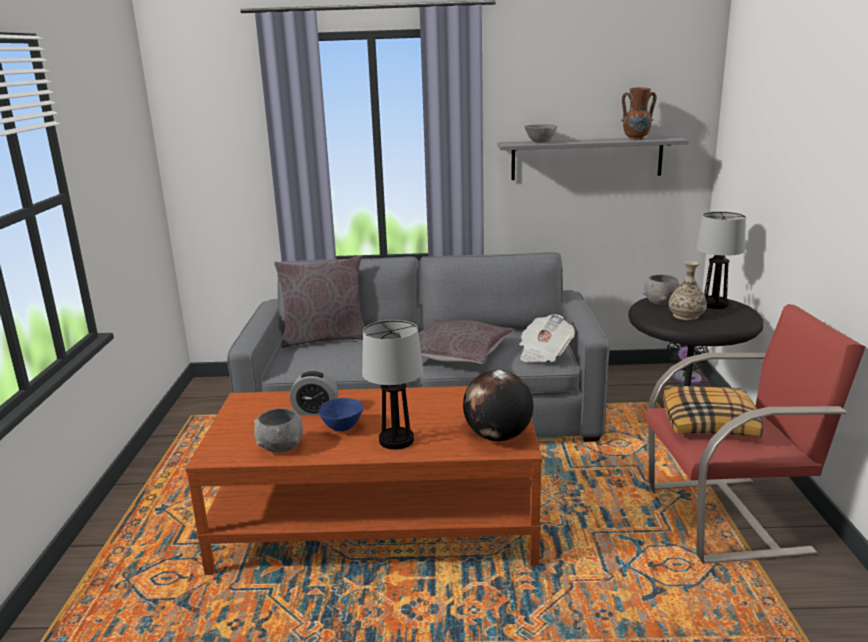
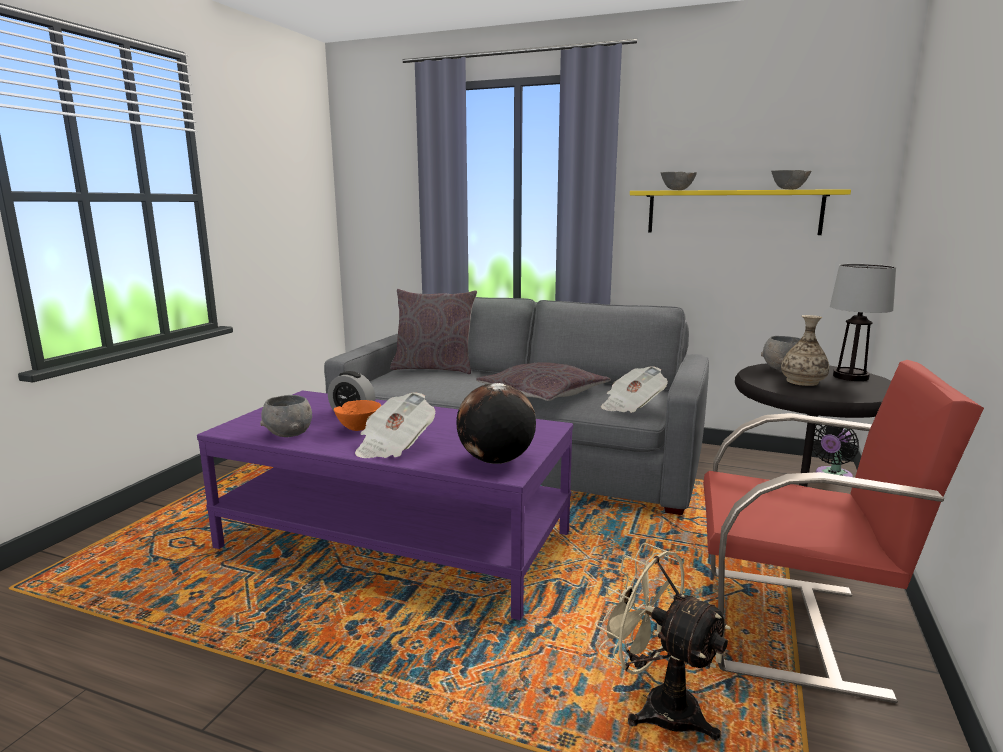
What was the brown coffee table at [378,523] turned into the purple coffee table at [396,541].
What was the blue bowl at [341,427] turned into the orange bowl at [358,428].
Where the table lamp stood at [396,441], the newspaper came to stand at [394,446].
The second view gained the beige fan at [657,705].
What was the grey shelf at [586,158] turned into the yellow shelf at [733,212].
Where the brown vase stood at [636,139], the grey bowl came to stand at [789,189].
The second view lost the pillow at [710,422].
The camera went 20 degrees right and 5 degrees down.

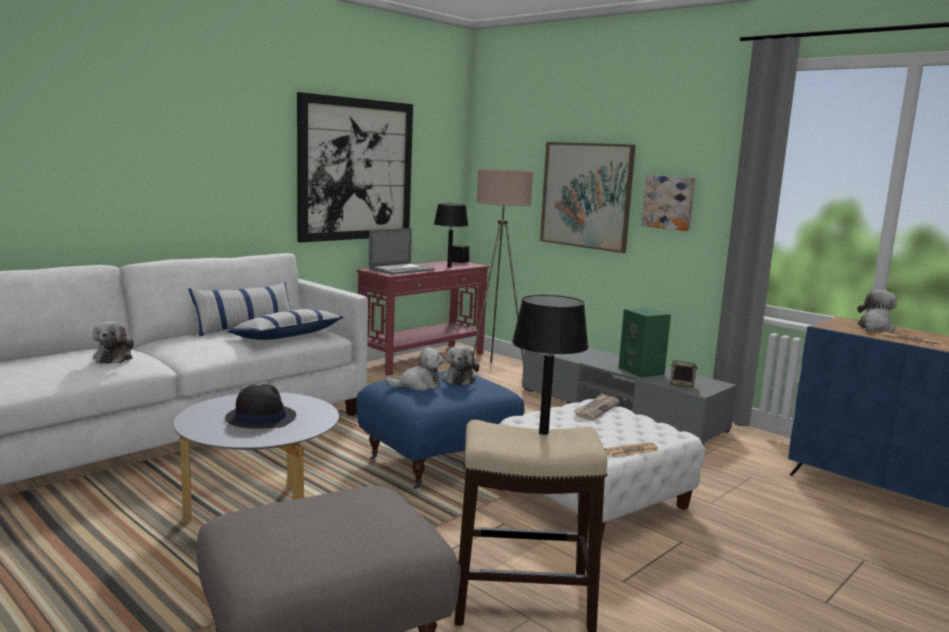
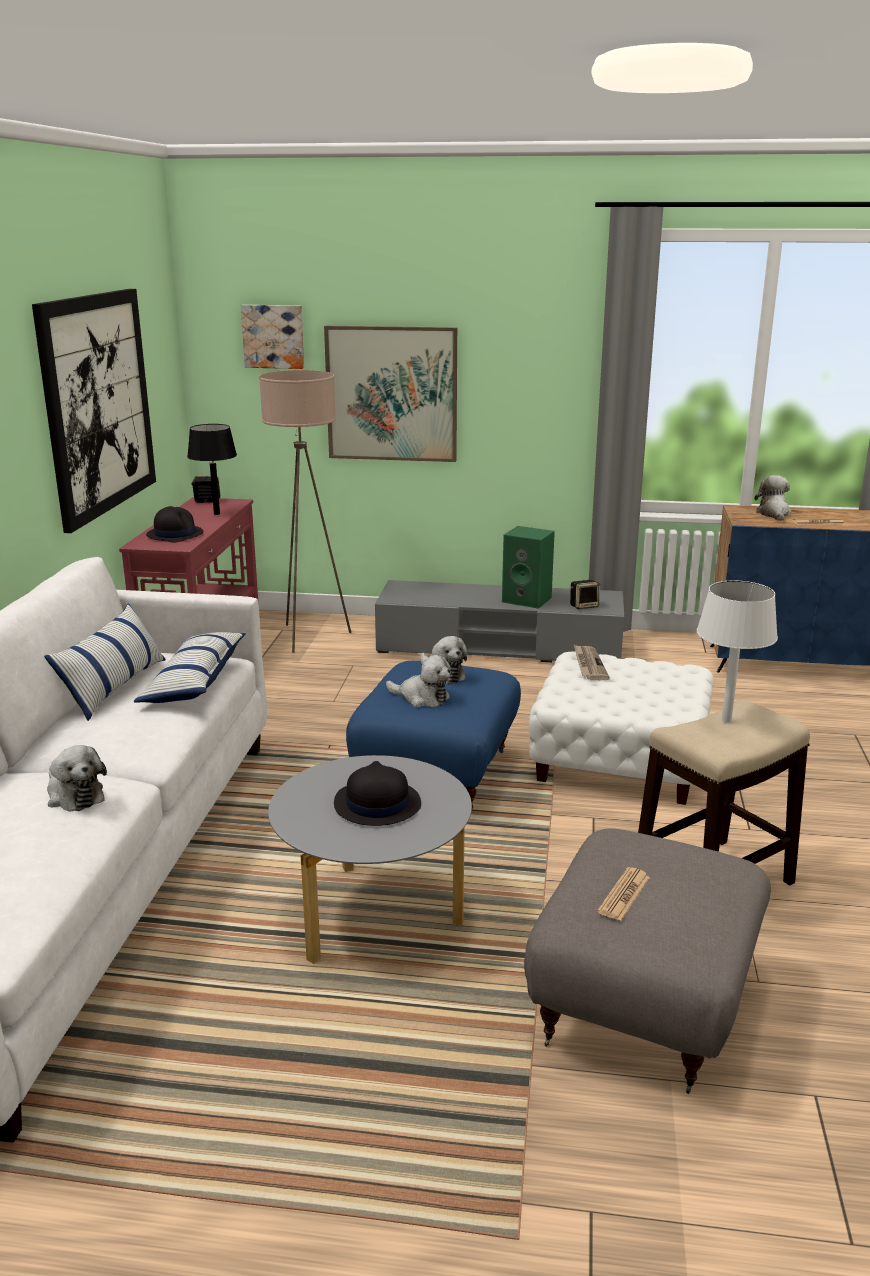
Where the laptop stood at [401,269], the black hat came to stand at [175,534].
The picture ended up elsewhere, having gone from [669,202] to [273,336].
The plush toy at [418,385] ended up facing another way, 75 degrees clockwise from before.
The newspaper ended up elsewhere, having gone from [631,450] to [624,895].
What was the black table lamp at [543,433] turned into the white table lamp at [726,720].
The camera went 35 degrees left and 10 degrees up.

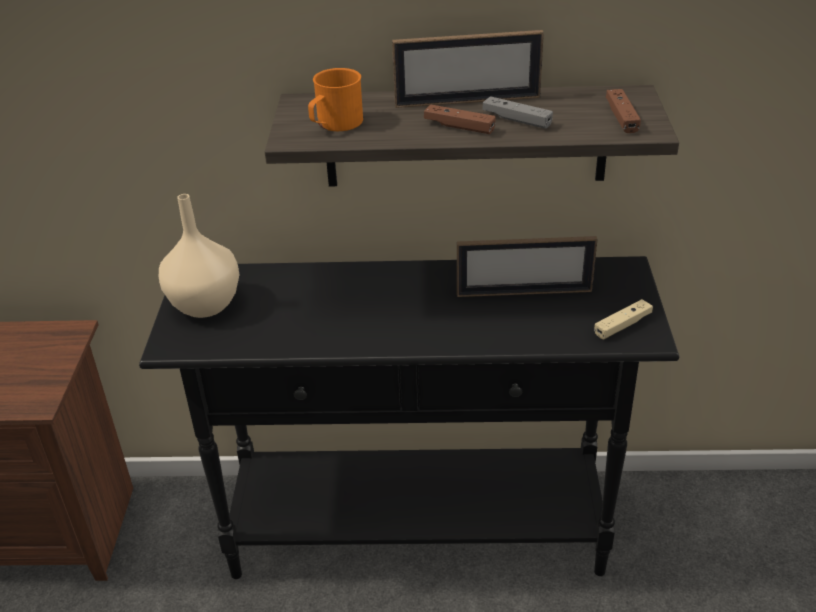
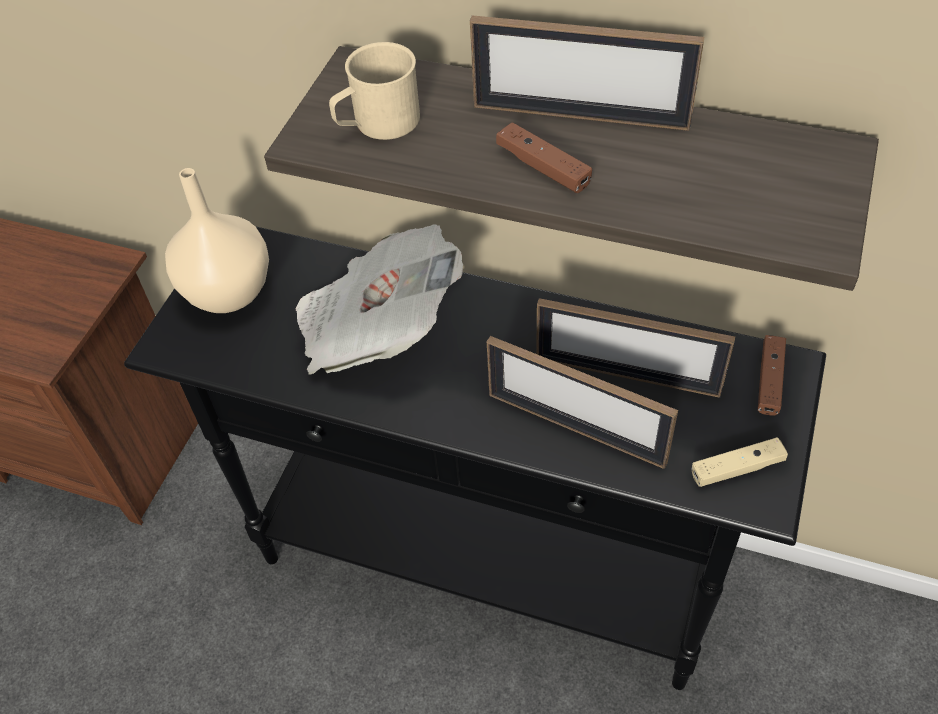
The second view gained the newspaper at [377,329].
What was the orange mug at [335,124] turned into the beige mug at [377,124].
The second view gained the picture frame at [575,428].
The brown game controller ended up elsewhere, having gone from [621,118] to [769,380].
The second view lost the grey game controller at [516,120].
The camera went 20 degrees right and 15 degrees up.

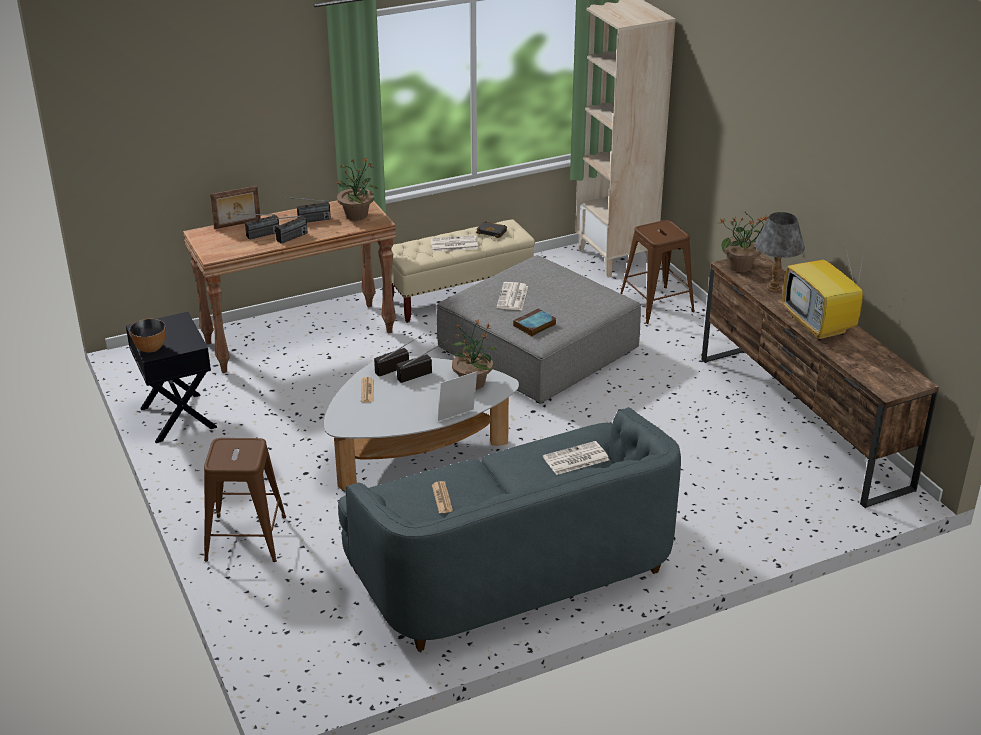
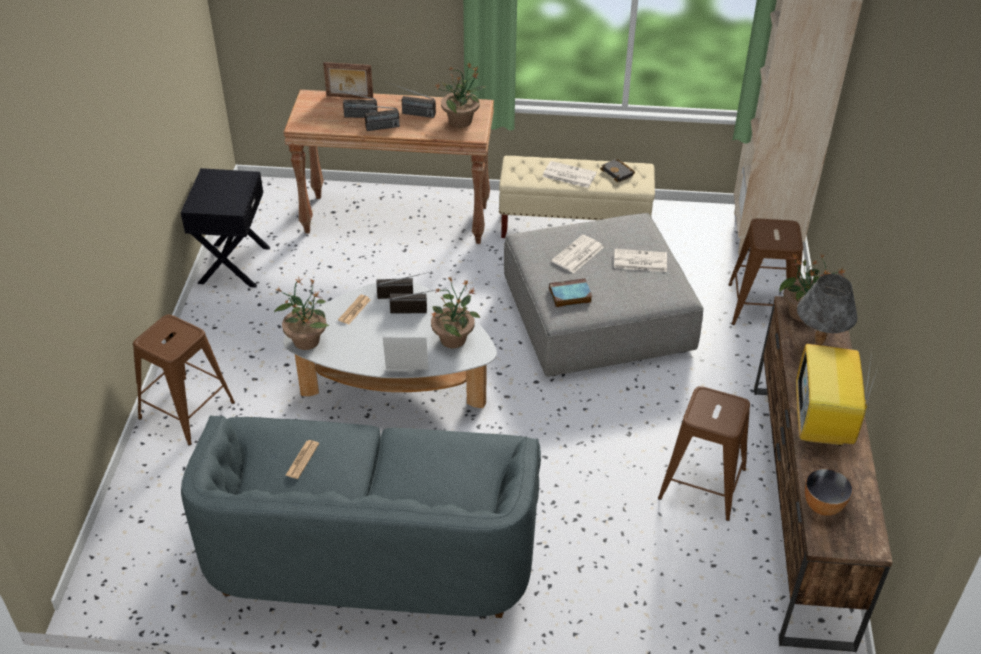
The second view gained the potted plant at [306,340].
The newspaper ended up elsewhere, having gone from [575,459] to [639,261].
The second view gained the brown stool at [702,483].
The bowl ended up elsewhere, having gone from [150,348] to [822,506].
The camera went 30 degrees right and 10 degrees up.

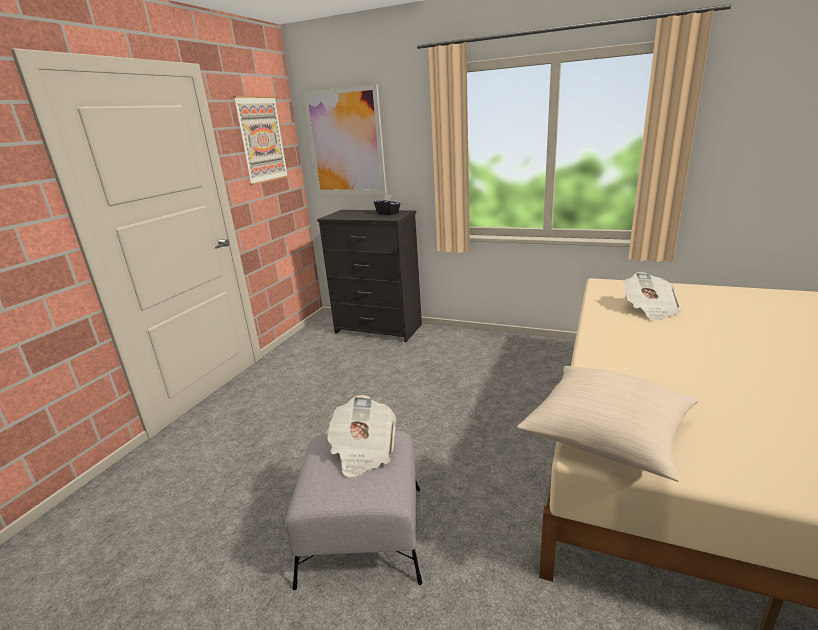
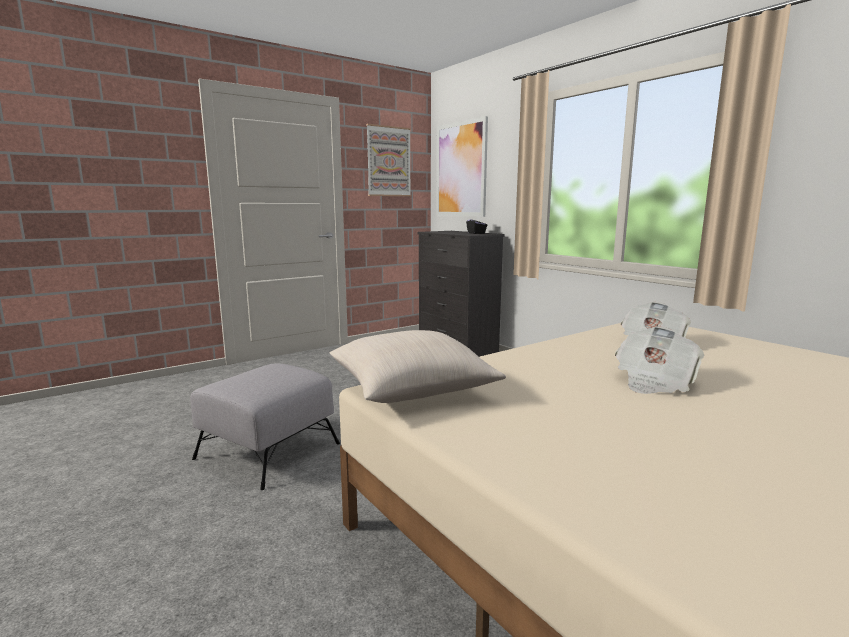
The newspaper ended up elsewhere, having gone from [363,451] to [654,381].
The camera went 30 degrees right and 10 degrees down.

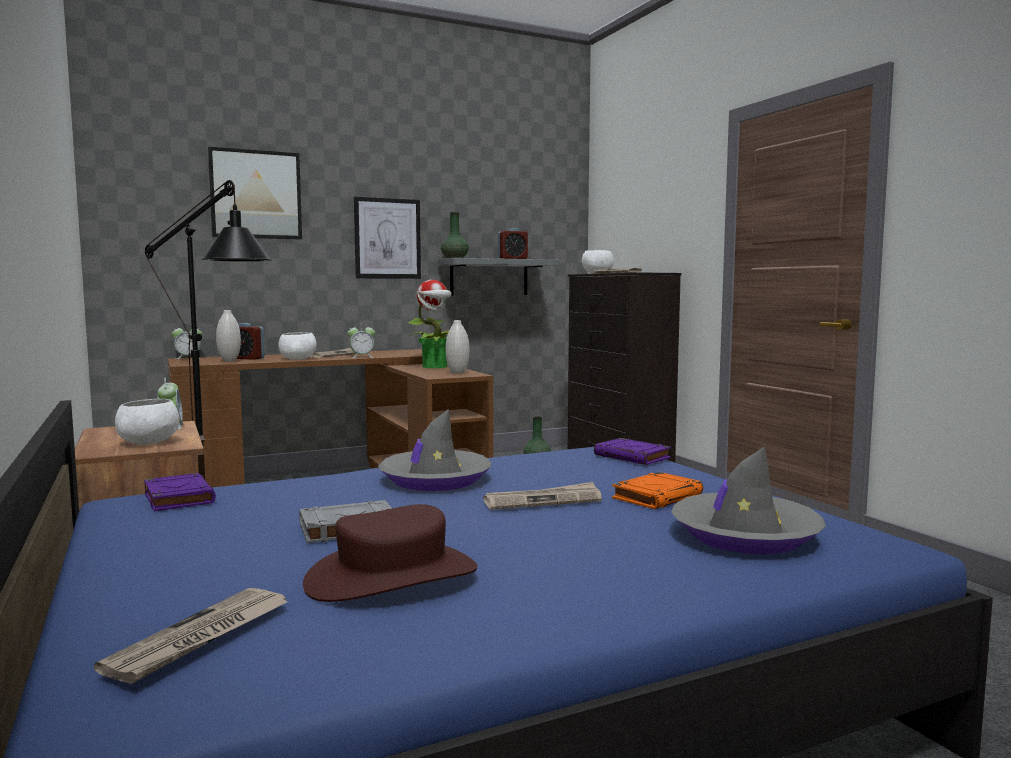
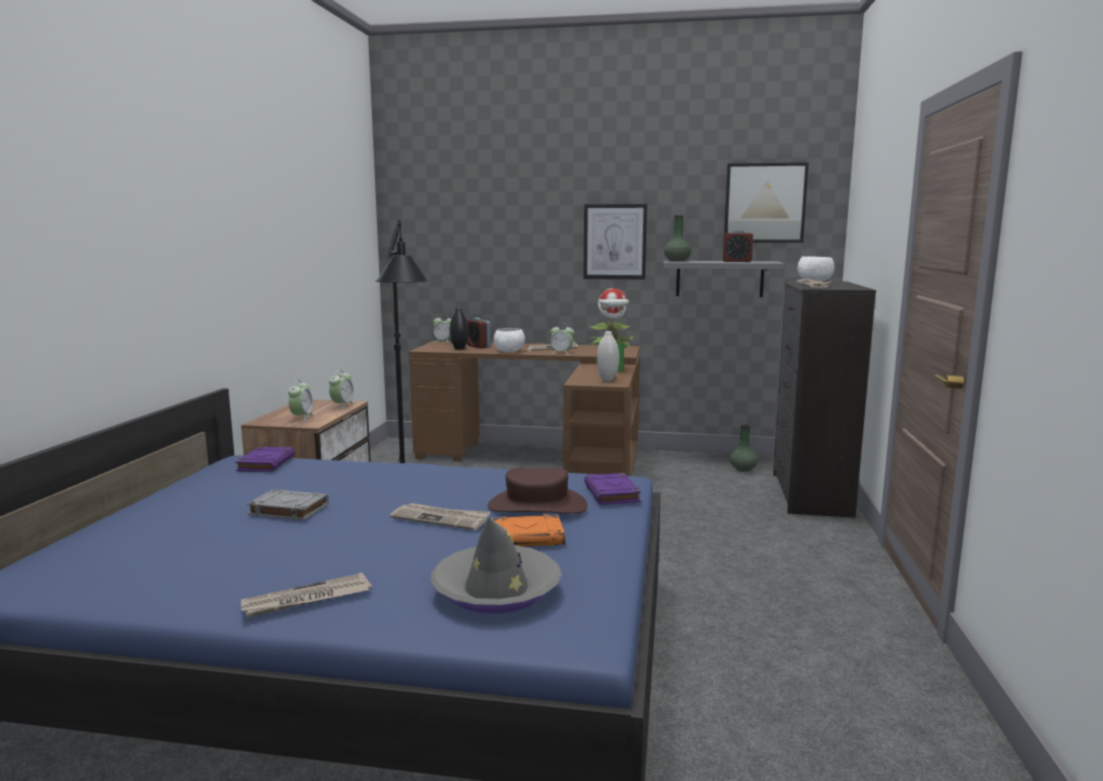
The newspaper ended up elsewhere, having gone from [200,638] to [306,600].
Where the white bowl stood at [147,442], the alarm clock came to stand at [301,417].
What was the white vase at [229,361] turned into the black vase at [459,348].
The brown hat ended up elsewhere, having gone from [392,576] to [537,506].
The picture ended up elsewhere, having gone from [256,194] to [765,203].
The second view lost the grey hat at [435,480].
The camera went 35 degrees right and 5 degrees up.

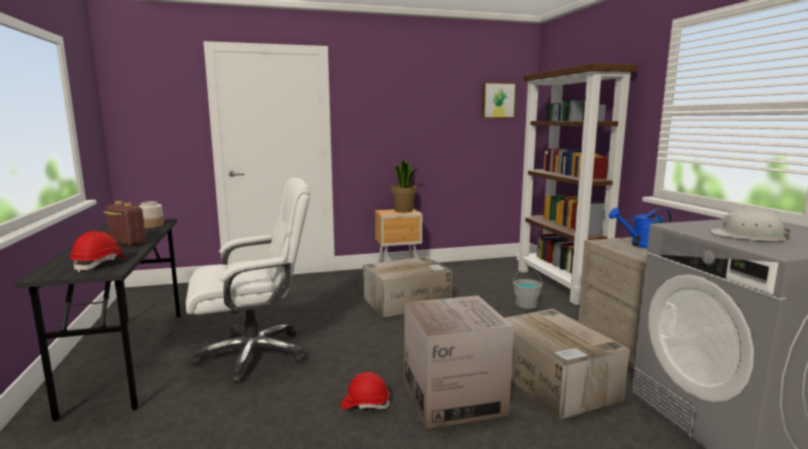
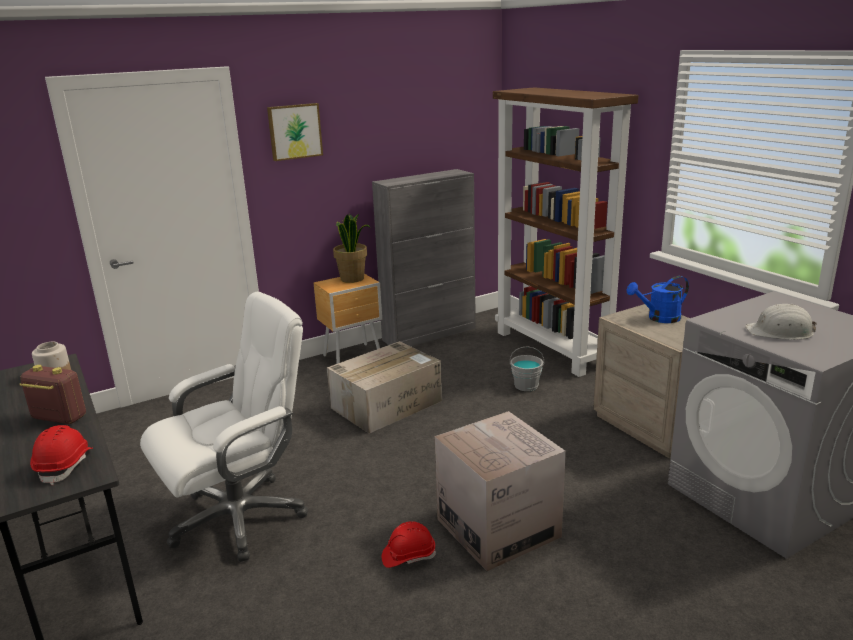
The picture ended up elsewhere, having gone from [498,100] to [294,131].
The second view gained the grey cabinet at [430,334].
The second view lost the cardboard box at [555,382].
The camera went 15 degrees left and 10 degrees up.

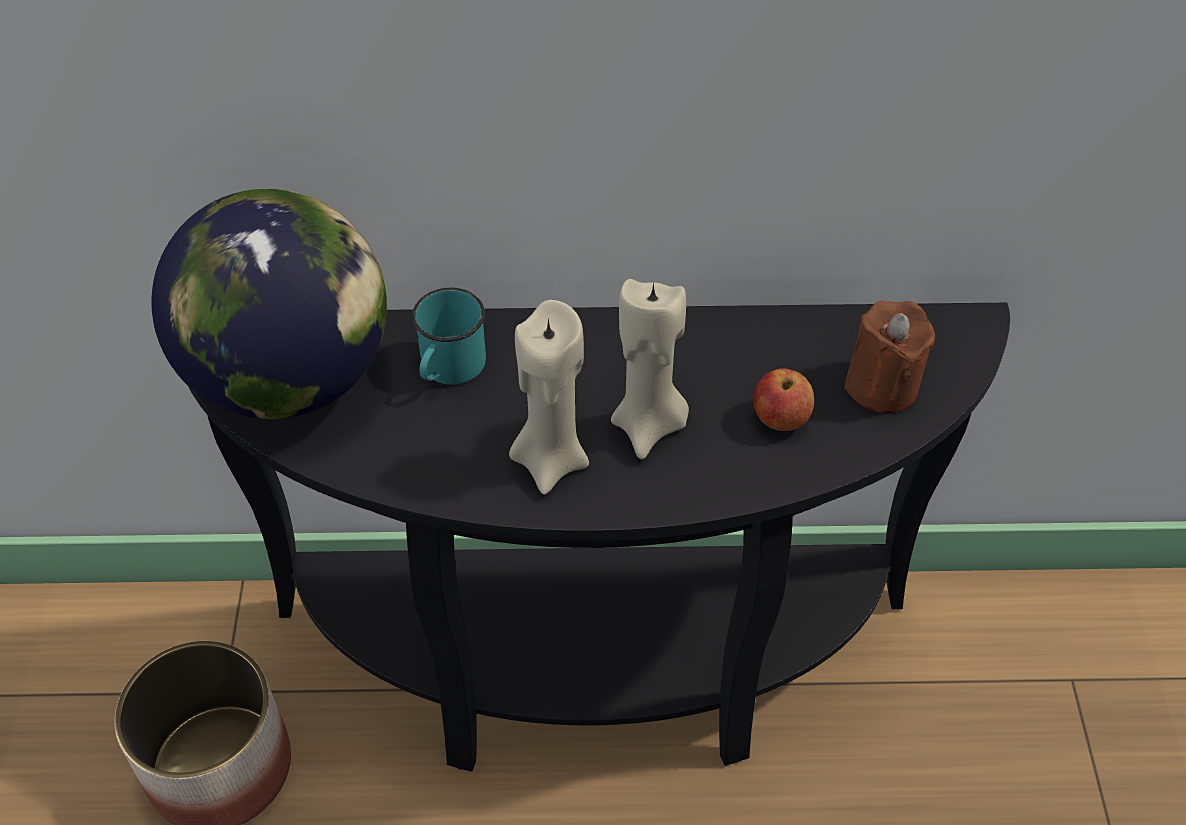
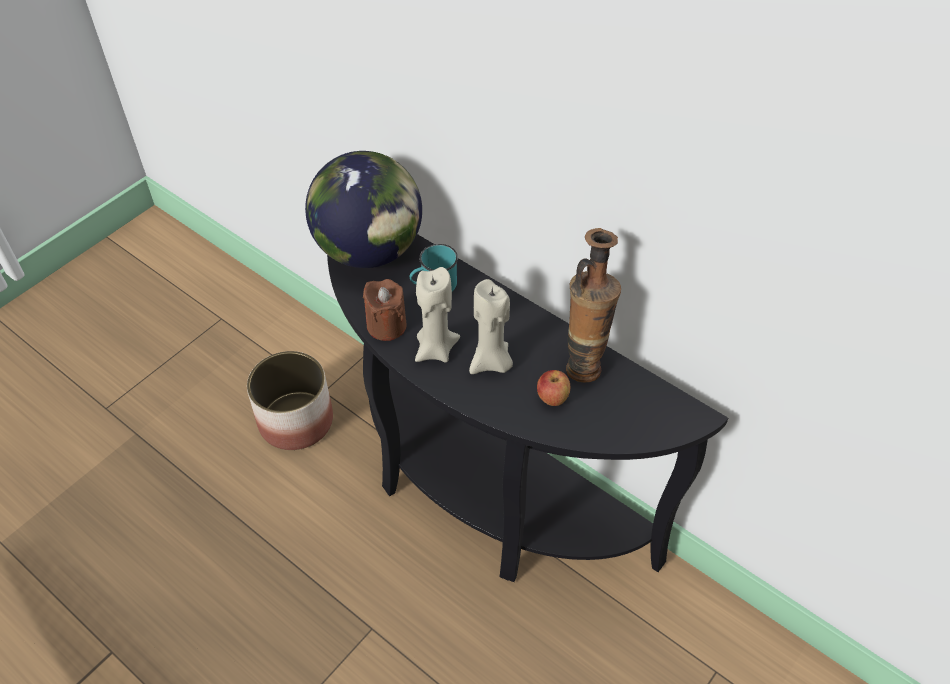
The brown candle ended up elsewhere, having gone from [882,385] to [386,325].
The second view gained the vase at [584,362].
The camera went 40 degrees right and 0 degrees up.

